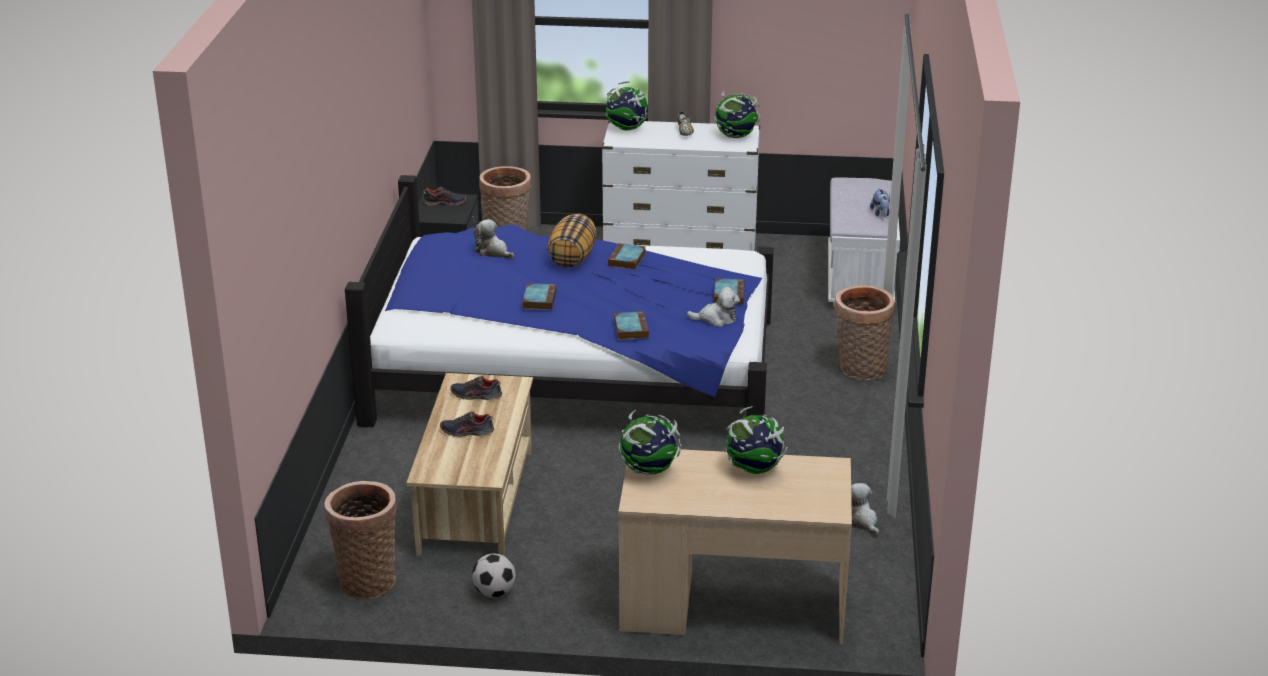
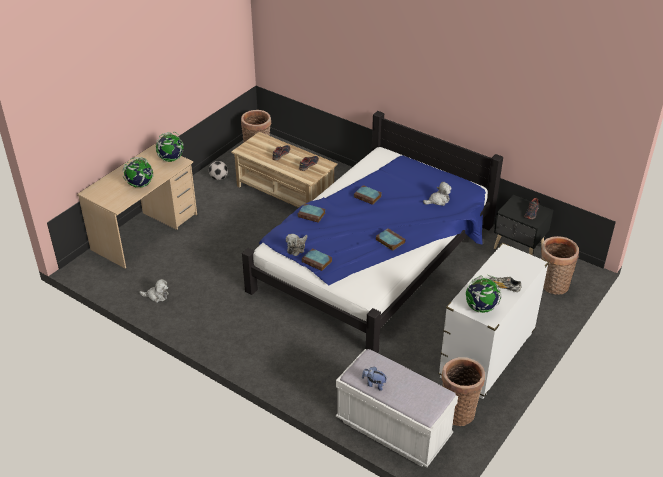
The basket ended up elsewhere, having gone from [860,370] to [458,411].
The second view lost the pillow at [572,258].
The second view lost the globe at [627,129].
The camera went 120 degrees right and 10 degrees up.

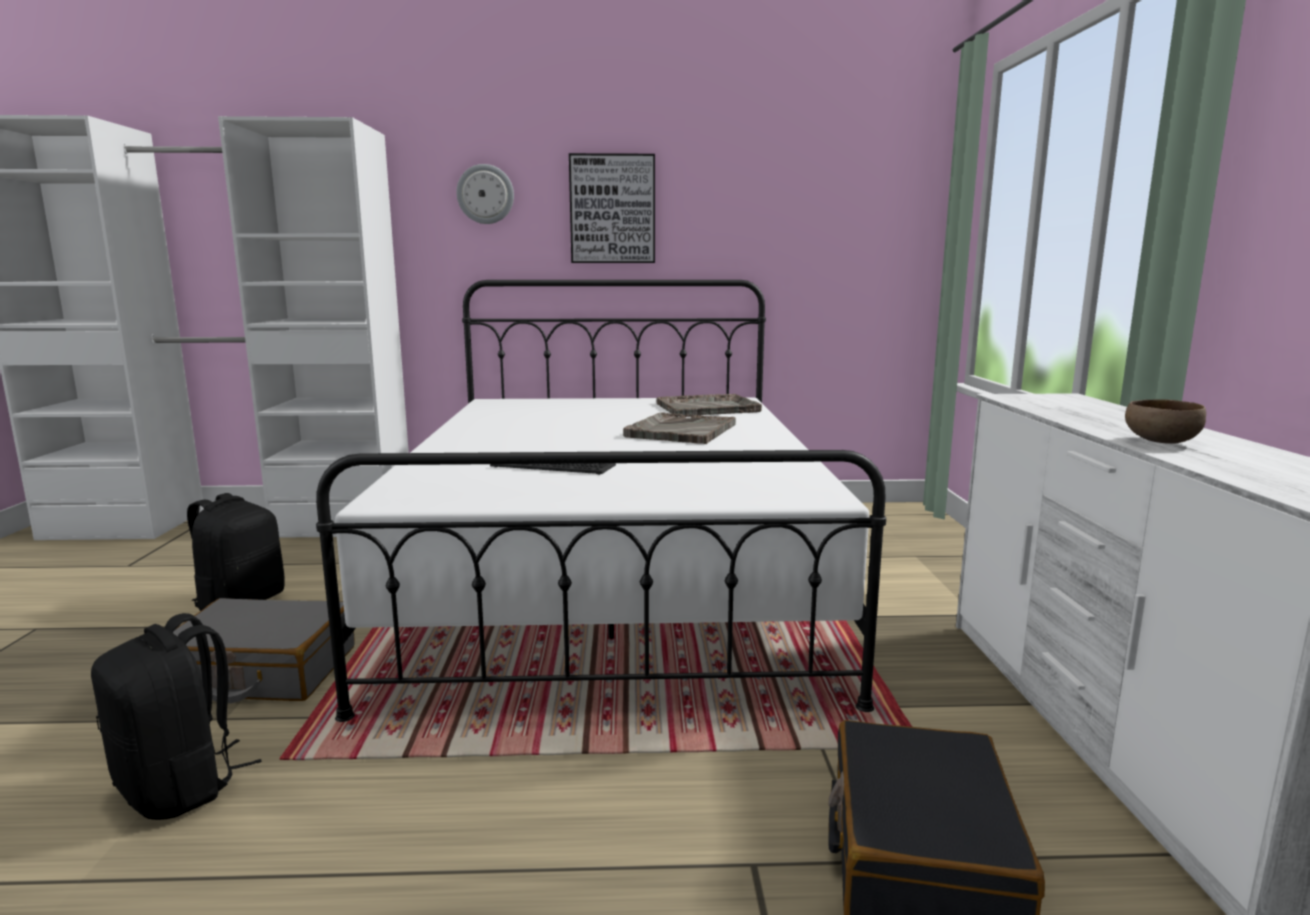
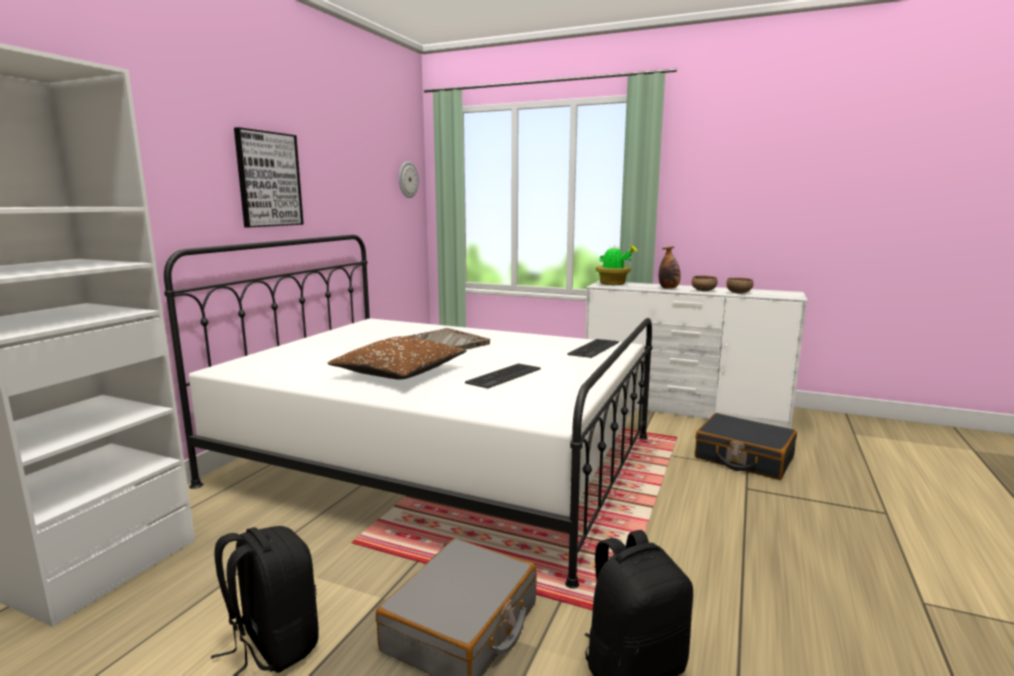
The second view gained the brown pillow at [399,373].
The wall clock ended up elsewhere, having gone from [485,194] to [407,179].
The second view gained the keyboard at [593,348].
The second view gained the potted plant at [613,284].
The second view gained the bottle at [668,288].
The second view gained the brown bowl at [739,293].
The second view lost the grey tray at [708,407].
The camera went 65 degrees left and 0 degrees up.

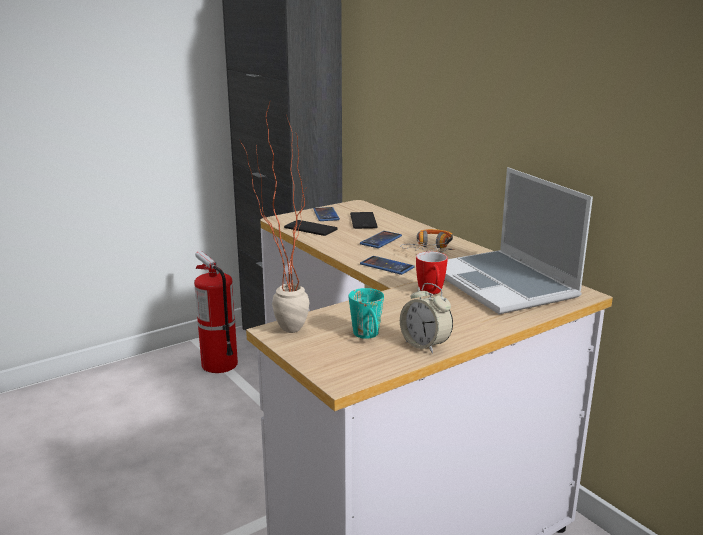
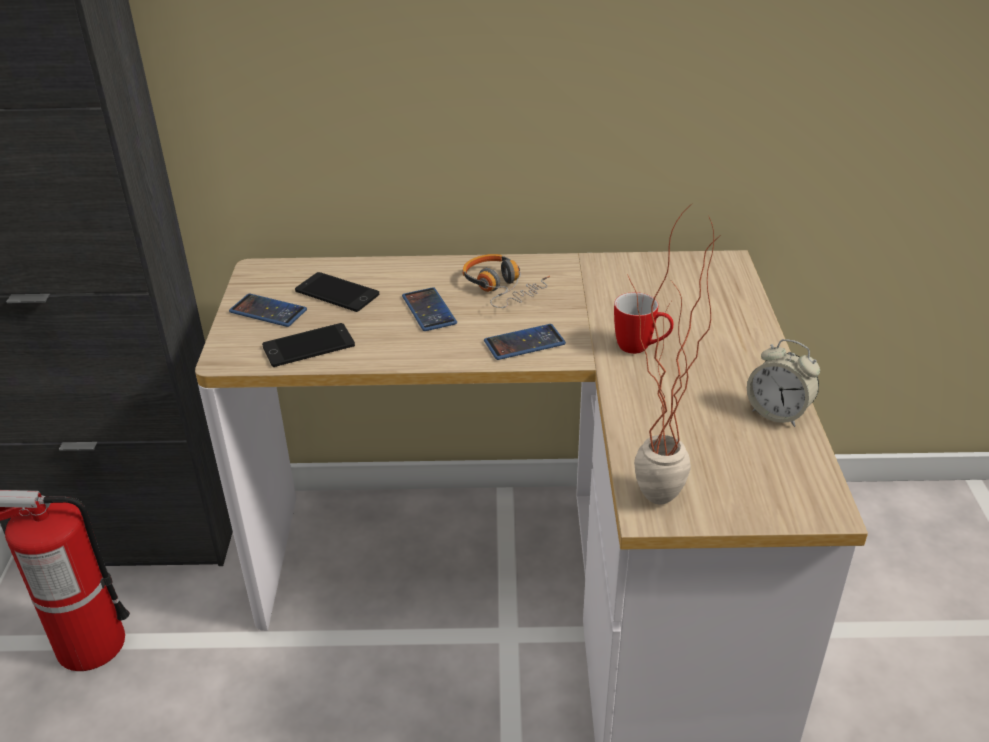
The alarm clock at [425,345] ended up facing another way, 45 degrees clockwise from before.
The second view lost the turquoise mug at [368,336].
The second view lost the laptop at [504,284].
The camera went 55 degrees left and 15 degrees up.

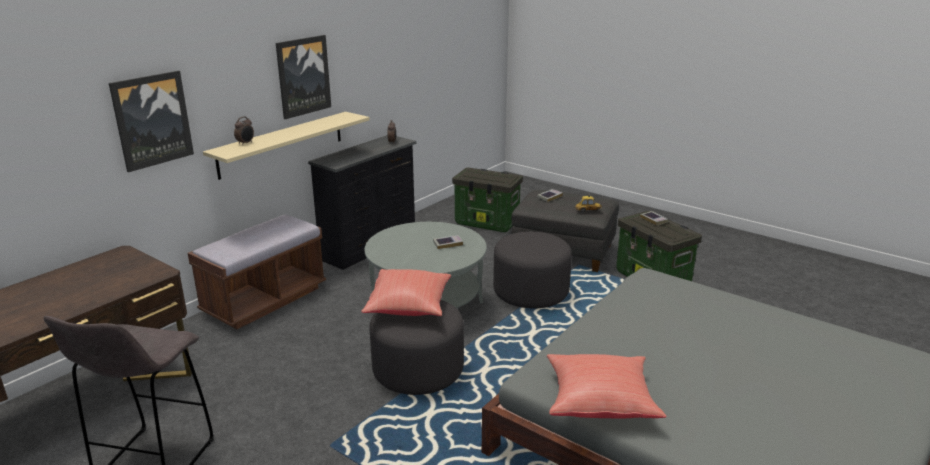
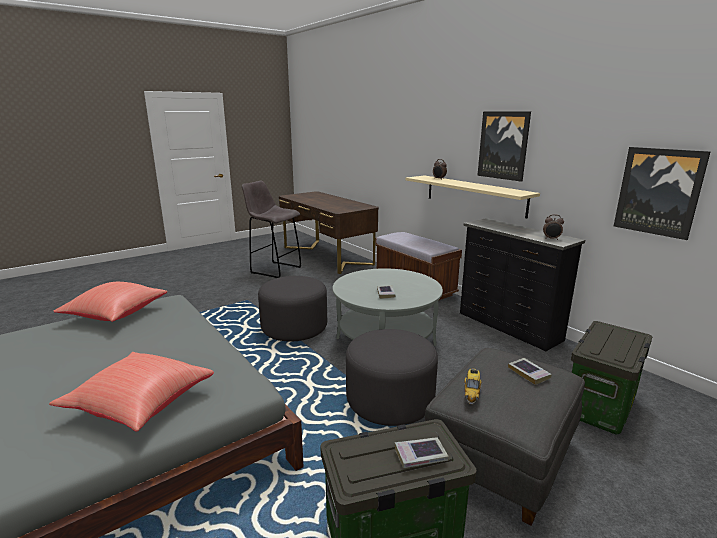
The red pillow ended up elsewhere, having gone from [409,307] to [139,406].
The picture ended up elsewhere, having gone from [152,120] to [658,192].
The camera went 105 degrees right and 5 degrees down.

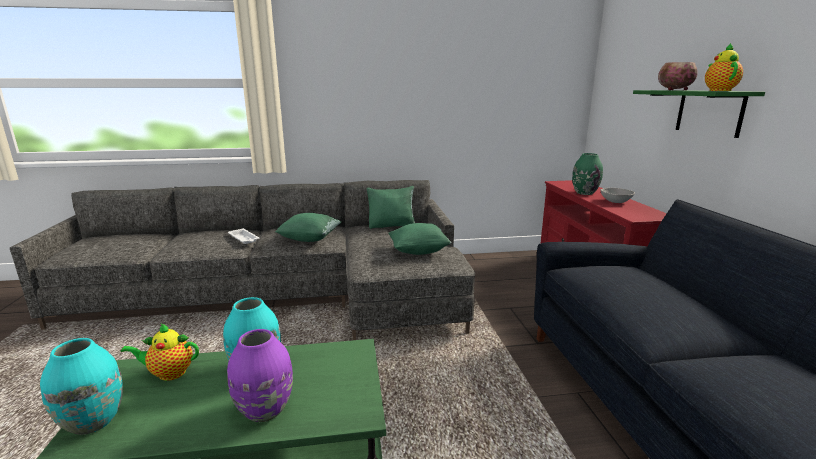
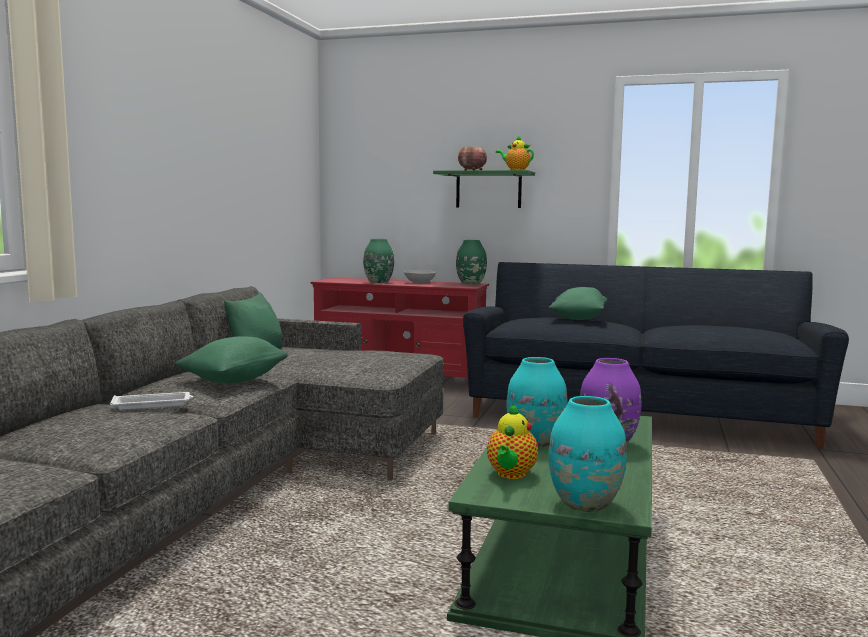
The second view gained the green vase at [471,283].
The green pillow ended up elsewhere, having gone from [419,251] to [578,319].
The camera went 65 degrees left and 10 degrees down.

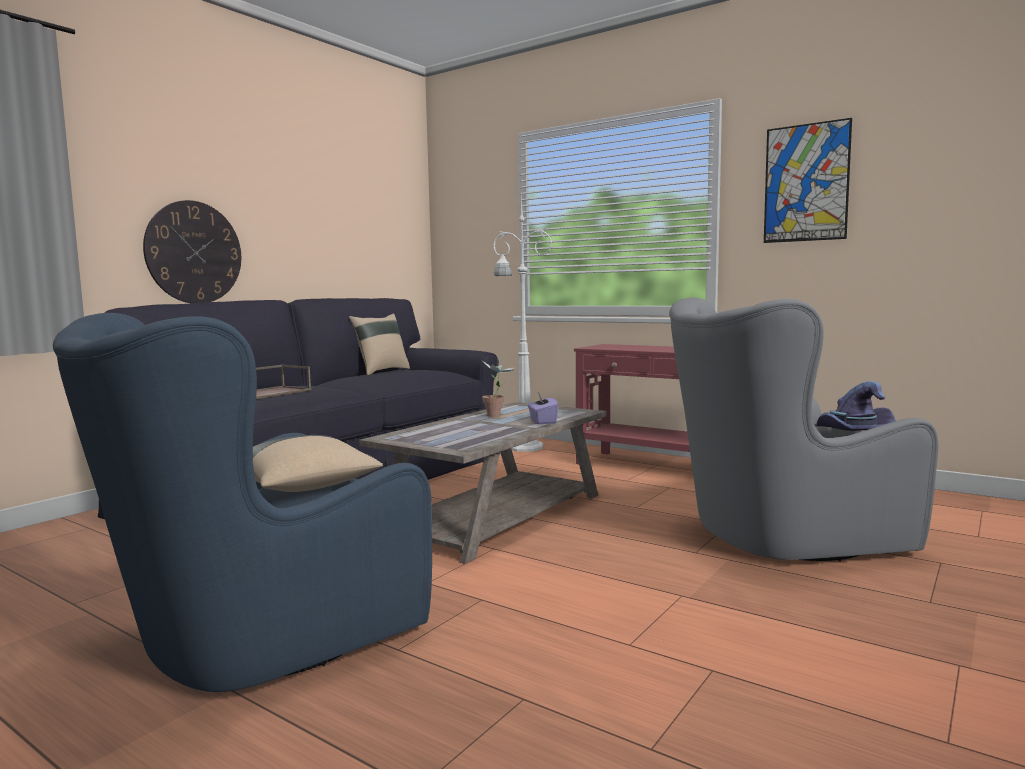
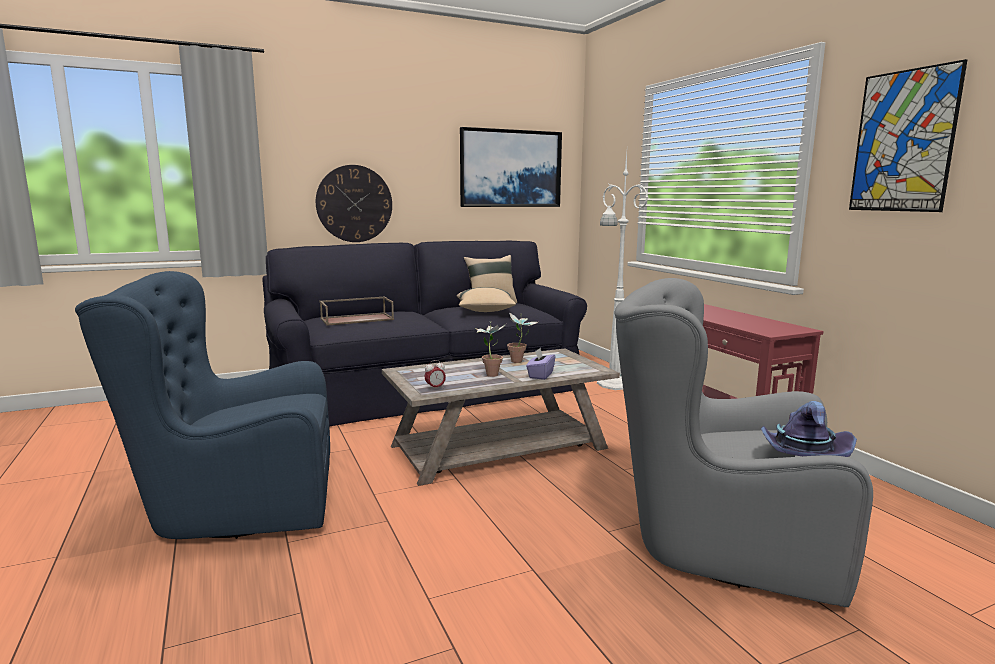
The second view gained the alarm clock at [435,388].
The beige pillow ended up elsewhere, having gone from [306,487] to [485,311].
The second view gained the picture at [510,168].
The second view gained the potted plant at [490,373].
The camera went 30 degrees right and 5 degrees up.

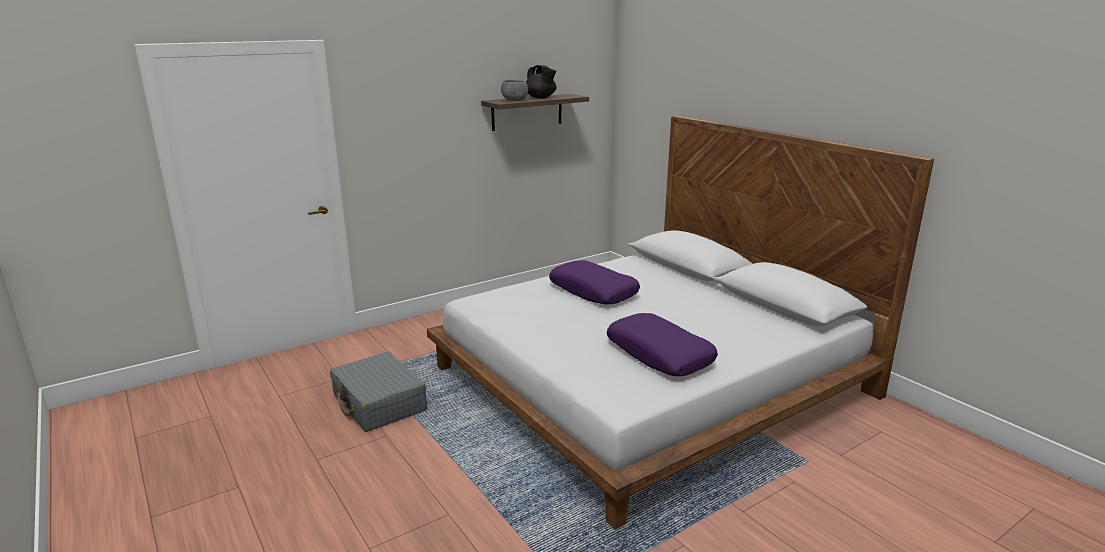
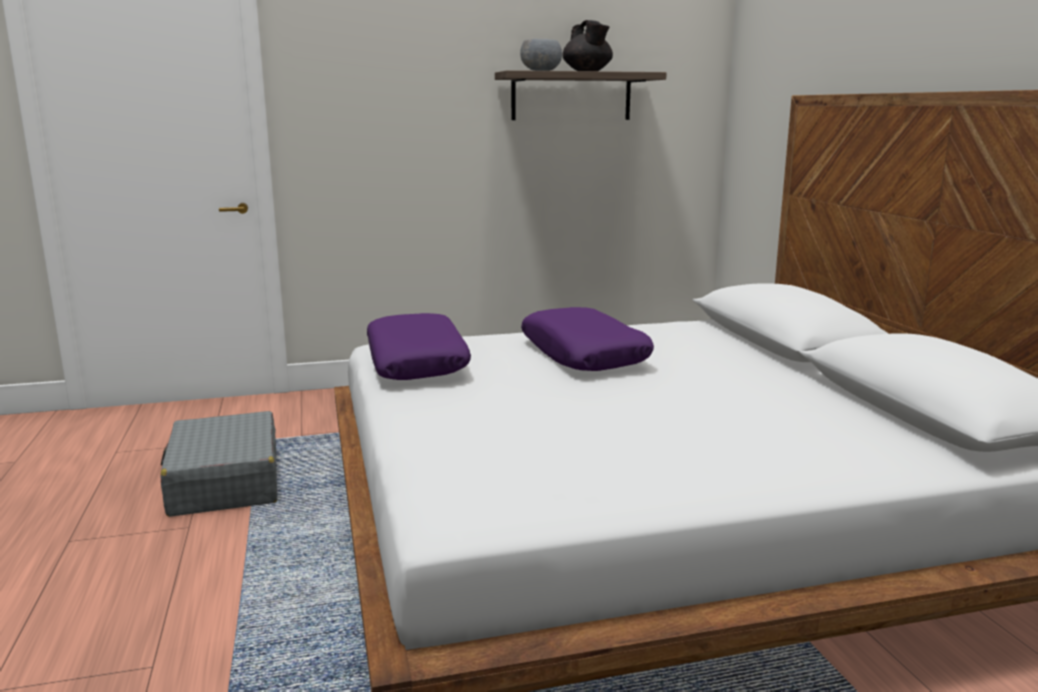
The purple pillow ended up elsewhere, having gone from [660,354] to [417,362].
The camera went 20 degrees right and 5 degrees down.

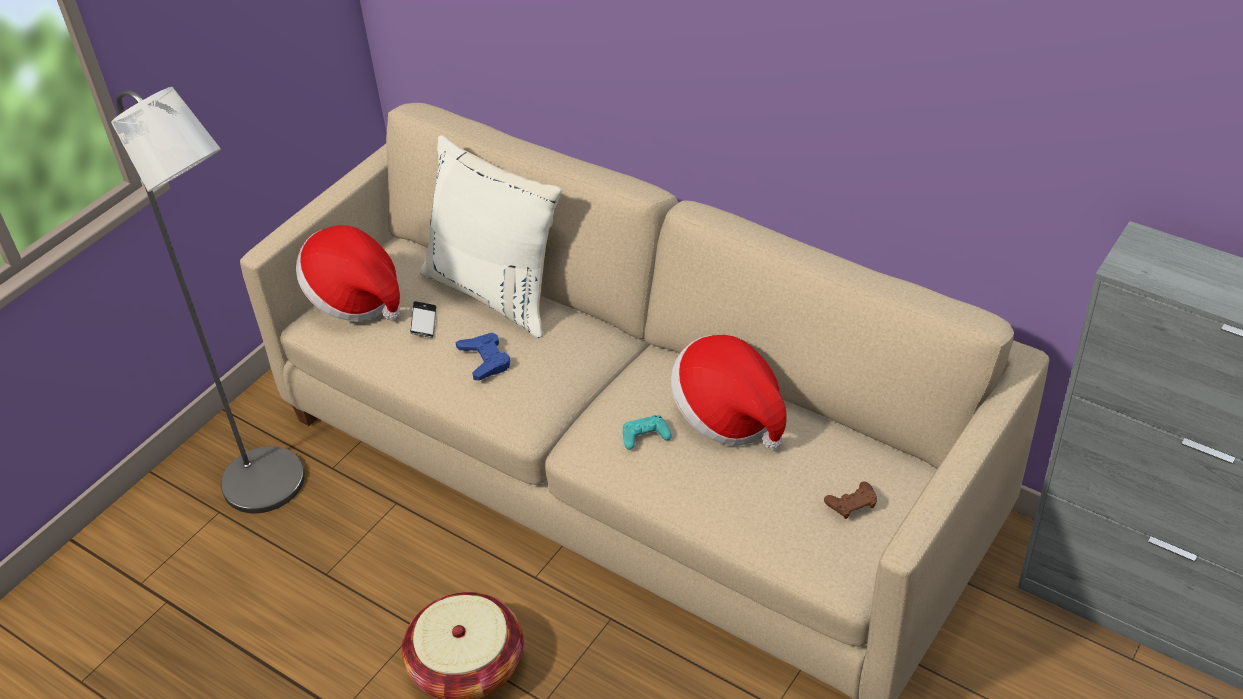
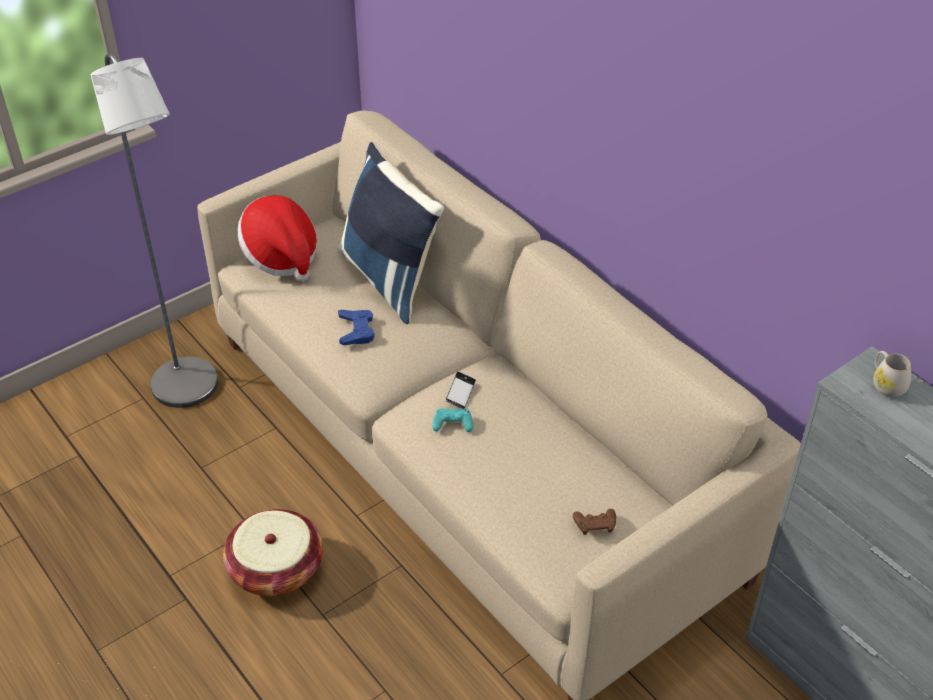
What was the white pillow at [497,291] turned into the blue pillow at [391,278].
The phone ended up elsewhere, having gone from [424,323] to [460,393].
The second view gained the white mug at [886,384].
The second view lost the hat at [728,415].
The camera went 15 degrees right and 0 degrees up.

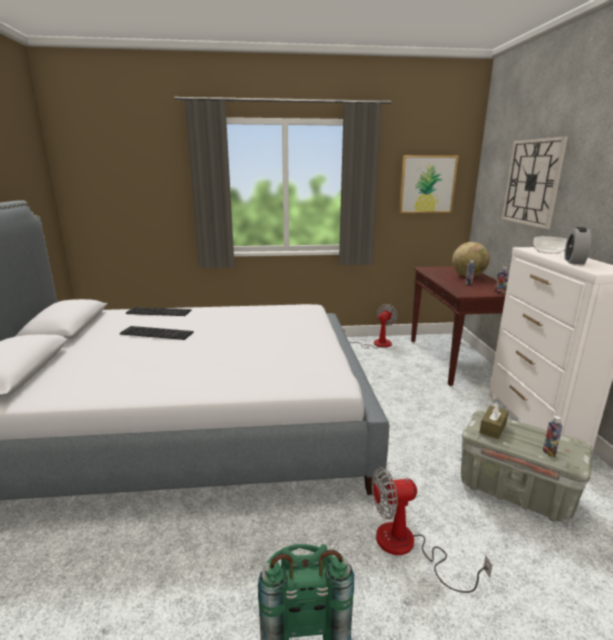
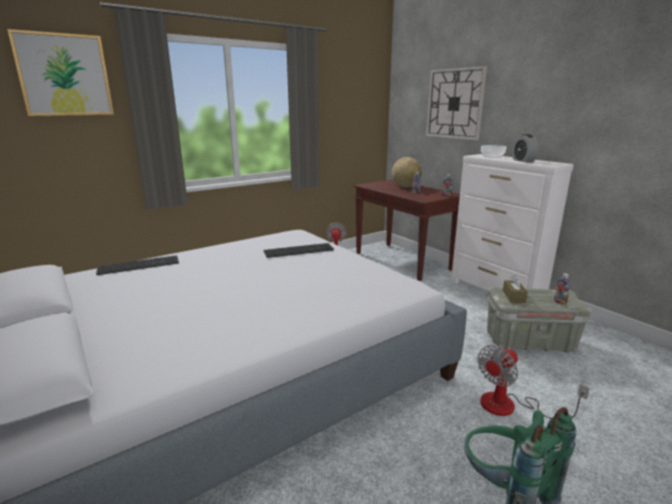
The picture ended up elsewhere, having gone from [427,184] to [64,75].
The keyboard ended up elsewhere, having gone from [157,332] to [297,250].
The camera went 30 degrees left and 0 degrees up.

